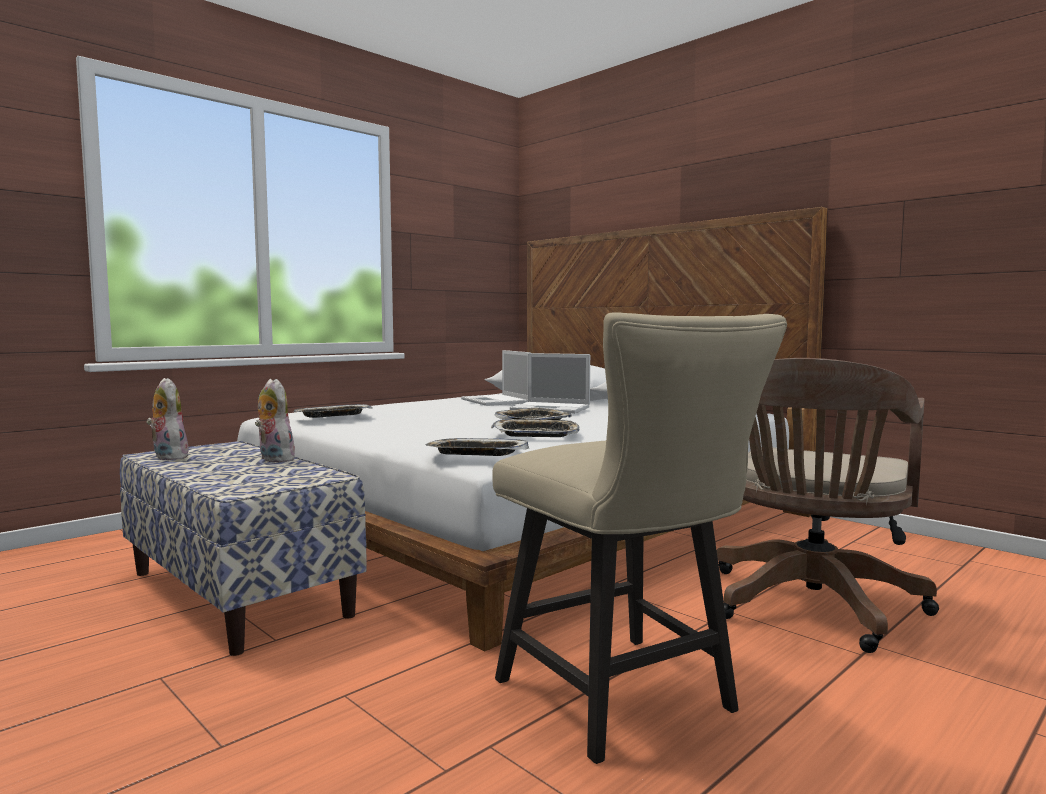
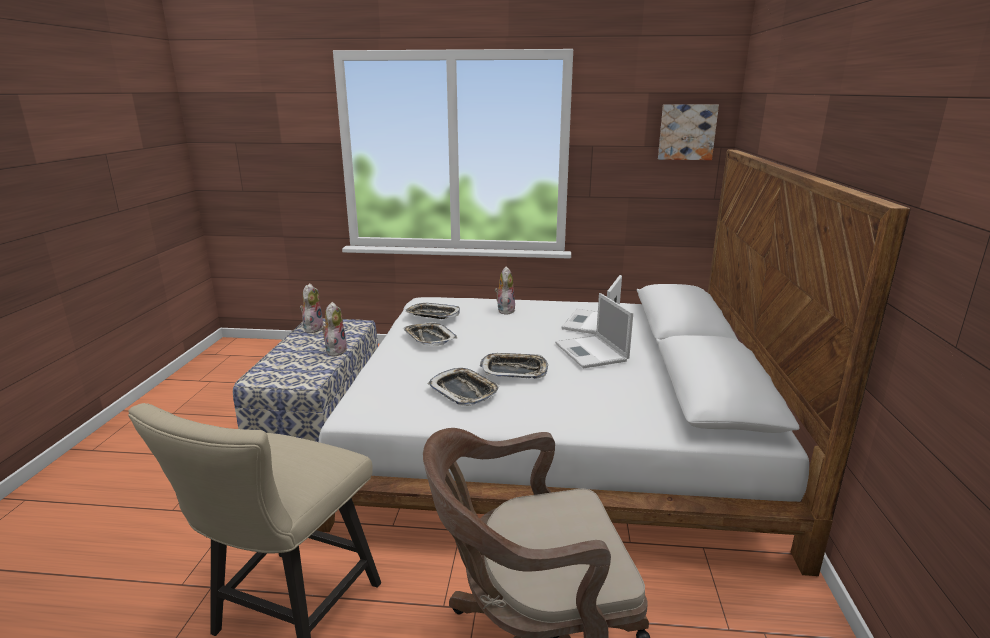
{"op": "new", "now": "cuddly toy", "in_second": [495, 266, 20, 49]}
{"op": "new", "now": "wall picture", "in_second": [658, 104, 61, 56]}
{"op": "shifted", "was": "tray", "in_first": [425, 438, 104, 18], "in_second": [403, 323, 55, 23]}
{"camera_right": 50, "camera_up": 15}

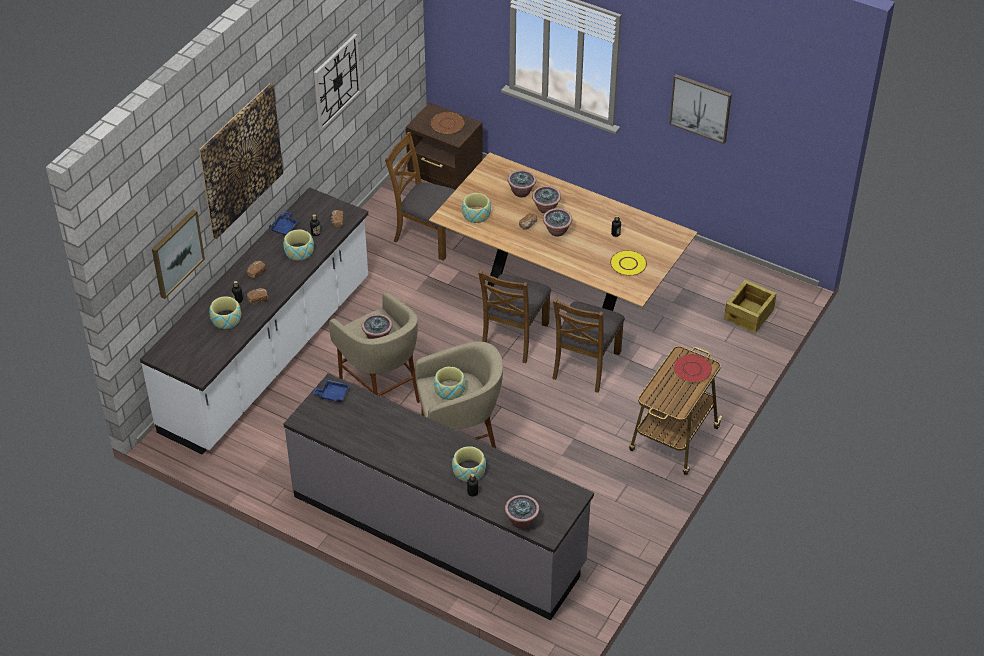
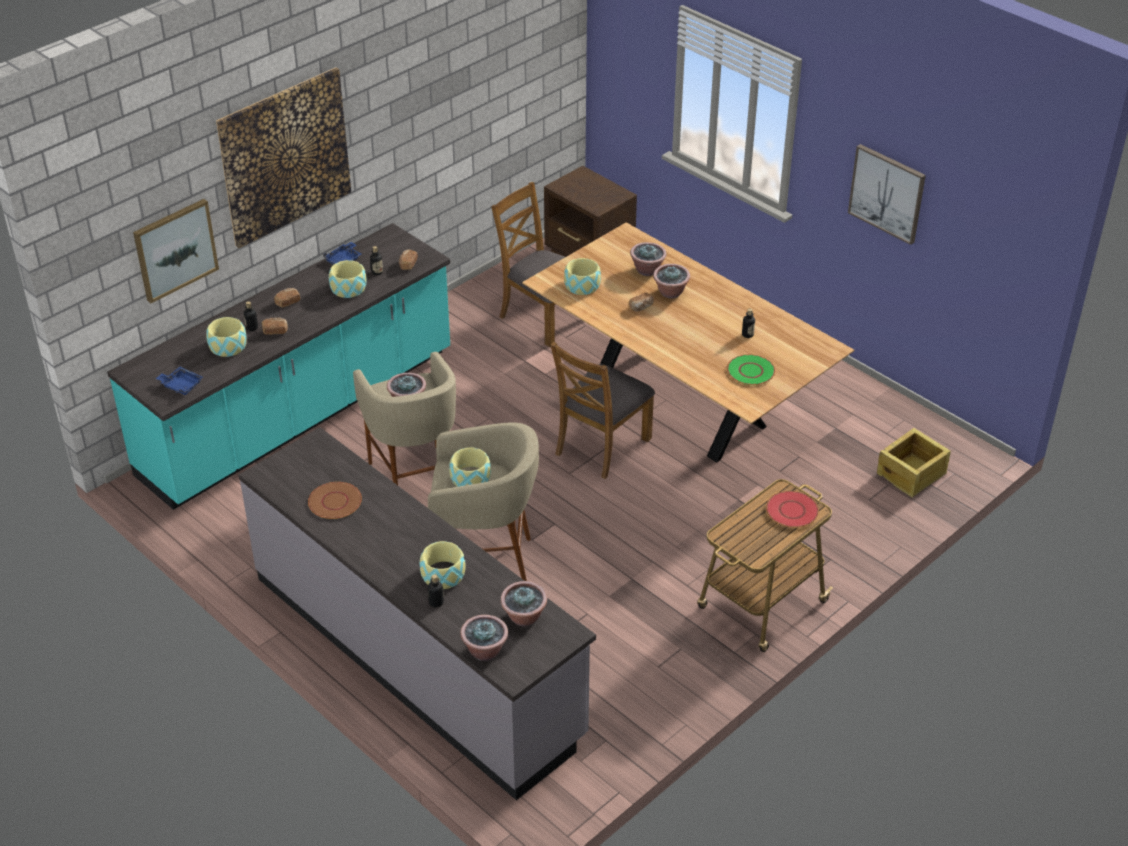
{"op": "gone", "was": "hanging clock", "in_first": [314, 34, 47, 97]}
{"op": "gone", "was": "plain chair in brown", "in_first": [552, 298, 73, 95]}
{"op": "shifted", "was": "tray in bluish", "in_first": [313, 379, 37, 24], "in_second": [156, 366, 47, 29]}
{"op": "shifted", "was": "dinner plate in brown", "in_first": [431, 112, 33, 22], "in_second": [308, 482, 54, 37]}
{"op": "shifted", "was": "potted plant", "in_first": [543, 208, 29, 29], "in_second": [501, 581, 46, 45]}
{"op": "repainted", "was": "kitchen base unit in white", "now": "kitchen base unit in turquoise", "in_first": [140, 187, 228, 268], "in_second": [107, 223, 343, 287]}
{"op": "repainted", "was": "dinner plate in yellow", "now": "dinner plate in green-coloured", "in_first": [610, 250, 37, 26], "in_second": [727, 354, 48, 31]}
{"camera_right": 15, "camera_up": -5}

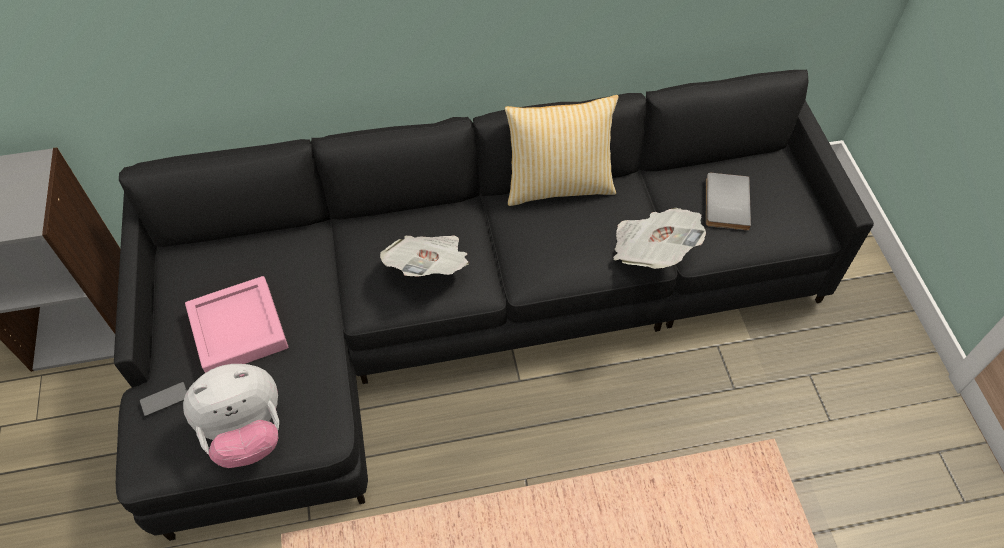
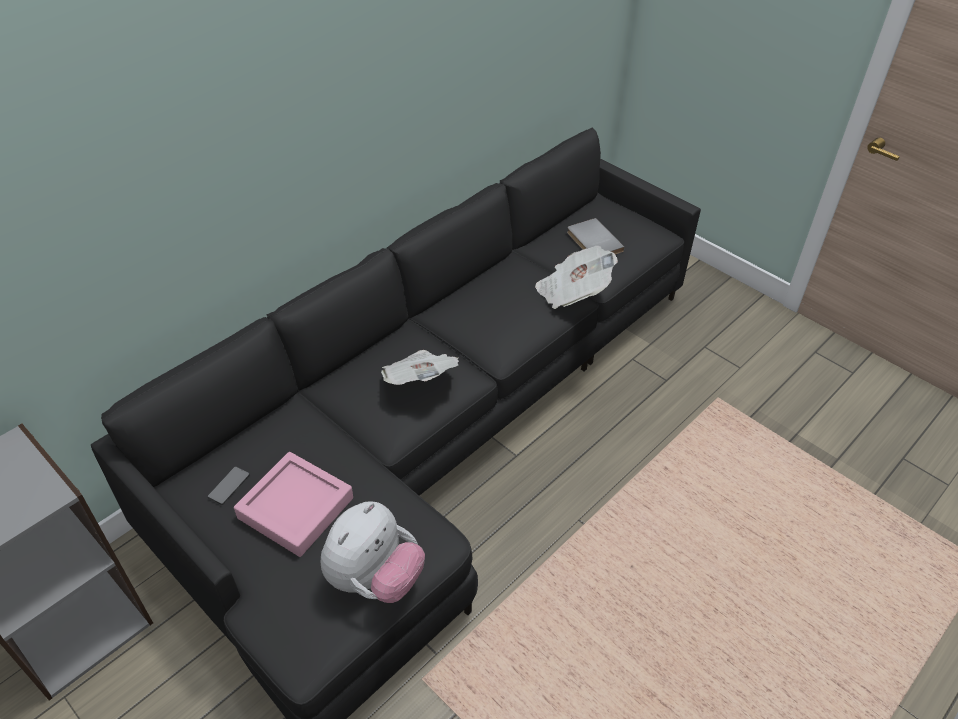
{"op": "gone", "was": "cushion", "in_first": [505, 95, 114, 111]}
{"op": "shifted", "was": "phone", "in_first": [139, 382, 48, 35], "in_second": [207, 466, 43, 39]}
{"camera_right": -35, "camera_up": -10}

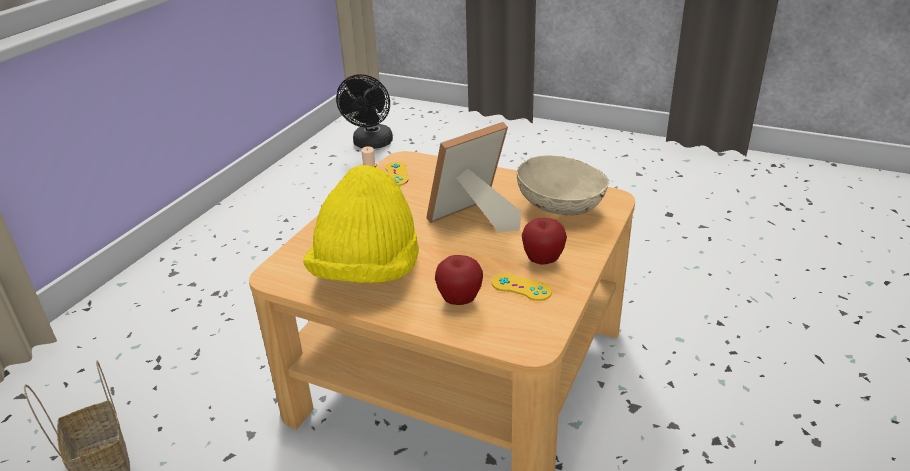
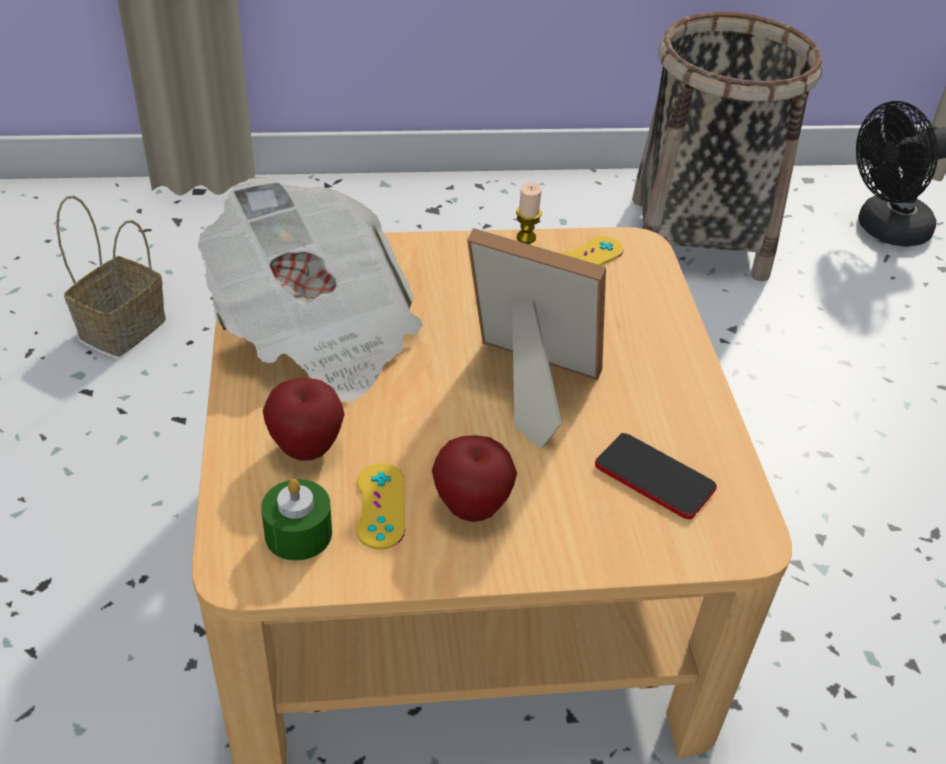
{"op": "new", "now": "wax light in green-coloured", "in_second": [261, 479, 71, 82]}
{"op": "new", "now": "household basket", "in_second": [632, 12, 190, 270]}
{"op": "swapped", "was": "wearable hat in yellow", "now": "newspaper", "in_first": [303, 165, 116, 118], "in_second": [198, 177, 225, 225]}
{"op": "swapped", "was": "deep dish in beige-coloured", "now": "phone", "in_first": [517, 155, 92, 60], "in_second": [595, 433, 122, 86]}
{"camera_right": 55, "camera_up": 10}

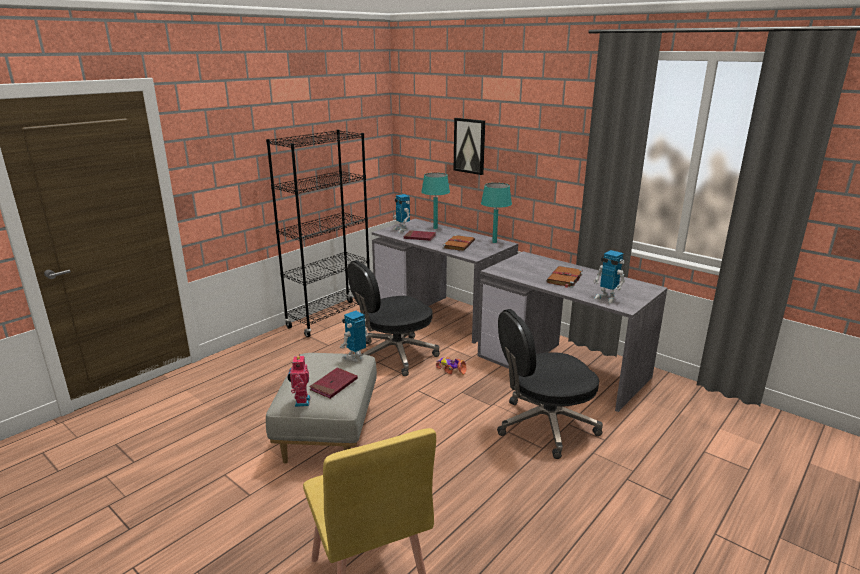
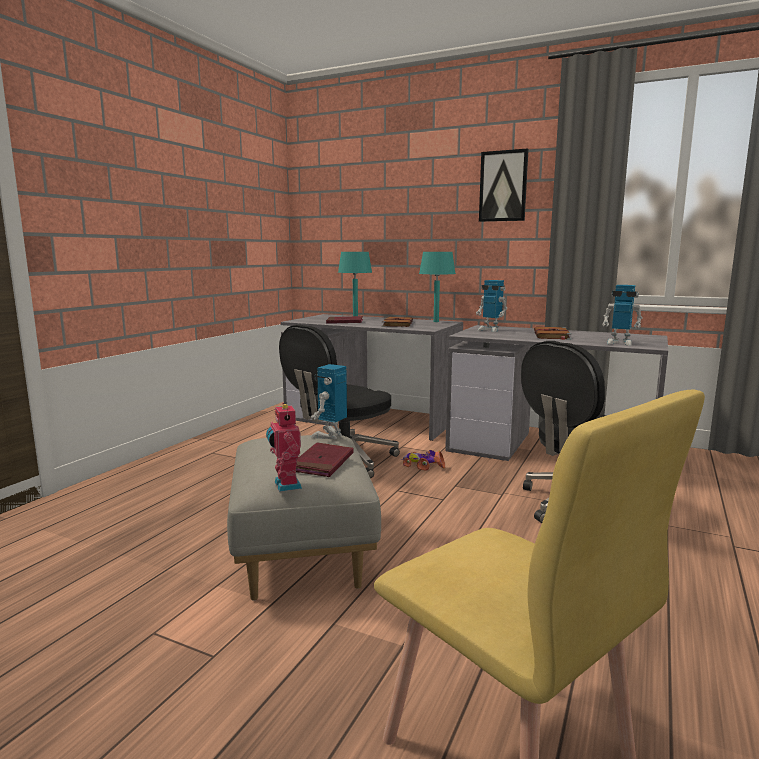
{"op": "gone", "was": "bookshelf in blackish", "in_first": [266, 130, 104, 207]}
{"op": "shifted", "was": "robot figure", "in_first": [392, 194, 18, 39], "in_second": [476, 280, 31, 52]}
{"op": "shifted", "was": "wall picture", "in_first": [454, 118, 31, 57], "in_second": [479, 148, 50, 74]}
{"camera_right": -15, "camera_up": -10}

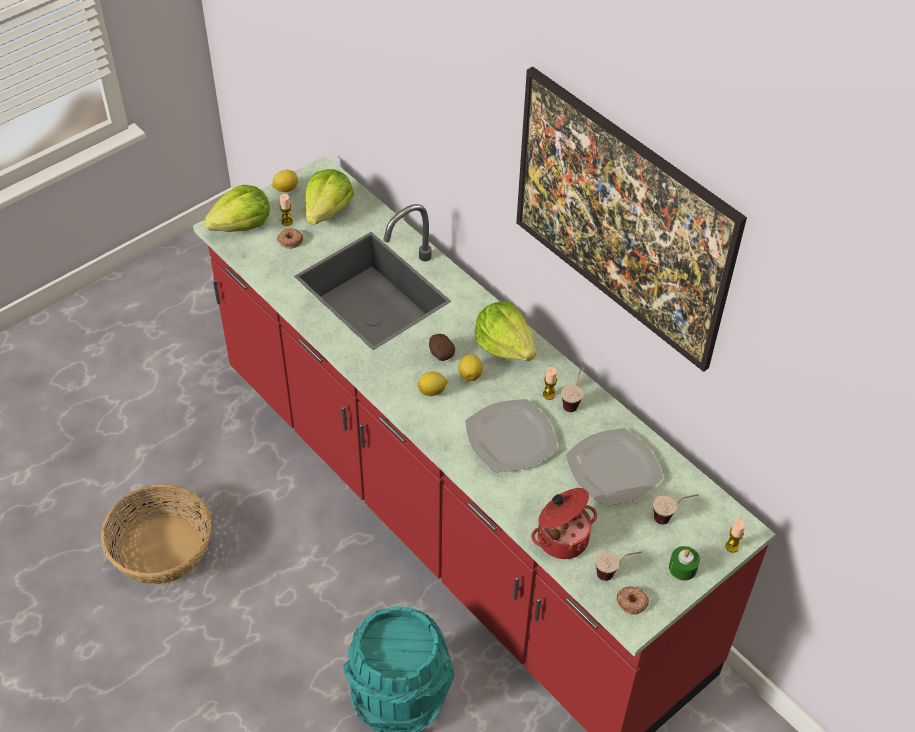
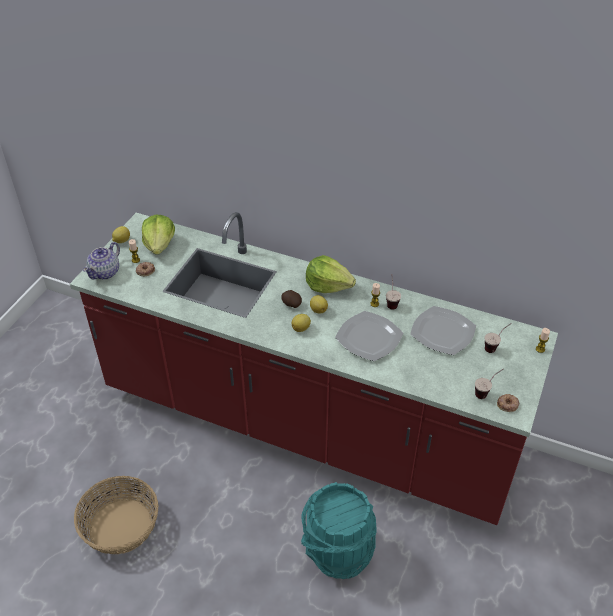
{"op": "gone", "was": "wall picture", "in_first": [516, 66, 231, 306]}
{"op": "gone", "was": "stockpot", "in_first": [531, 488, 66, 71]}
{"op": "gone", "was": "wax light in green-coloured", "in_first": [669, 546, 31, 34]}
{"op": "swapped", "was": "head of lettuce", "now": "tea pot", "in_first": [204, 185, 66, 47], "in_second": [83, 242, 37, 38]}
{"camera_right": -25, "camera_up": -5}

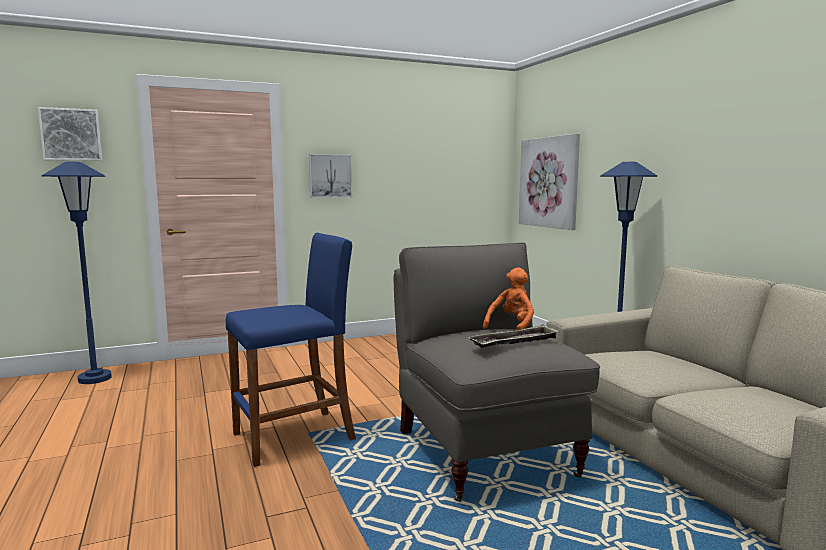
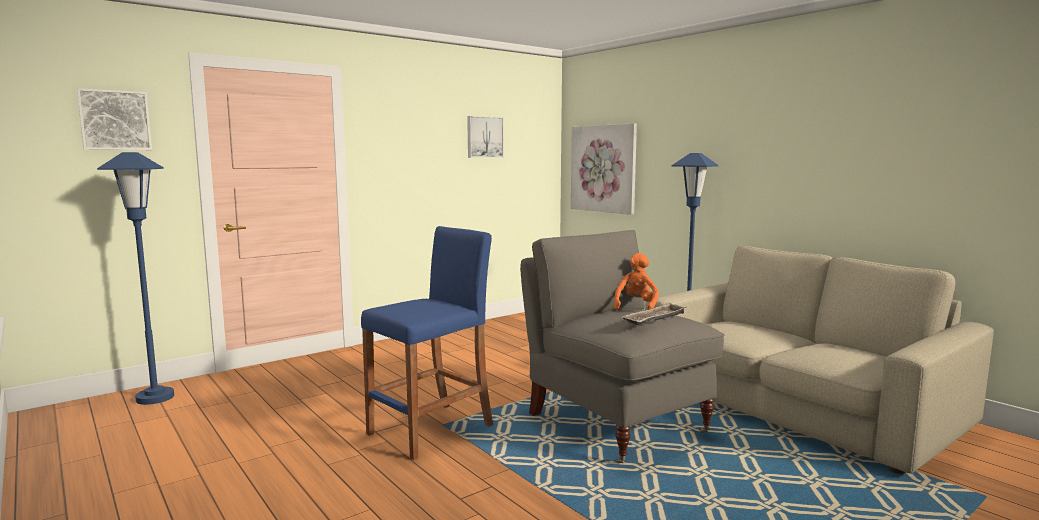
{"op": "shifted", "was": "wall picture", "in_first": [309, 154, 43, 44], "in_second": [467, 116, 37, 42]}
{"camera_right": -15, "camera_up": 0}

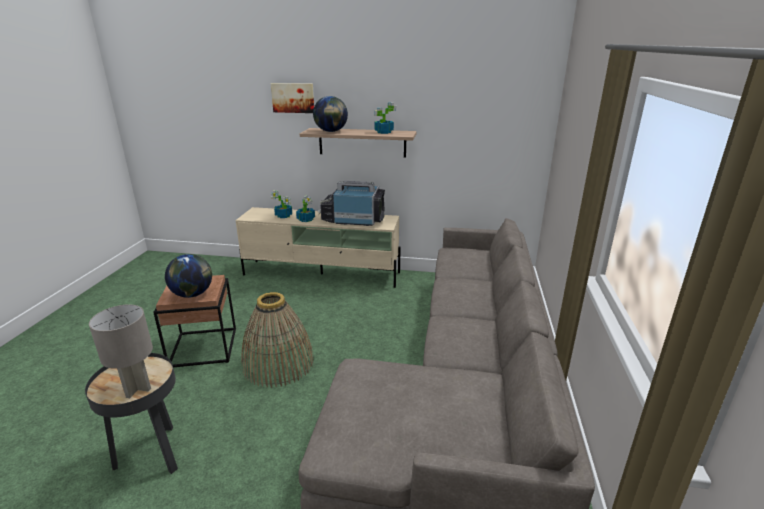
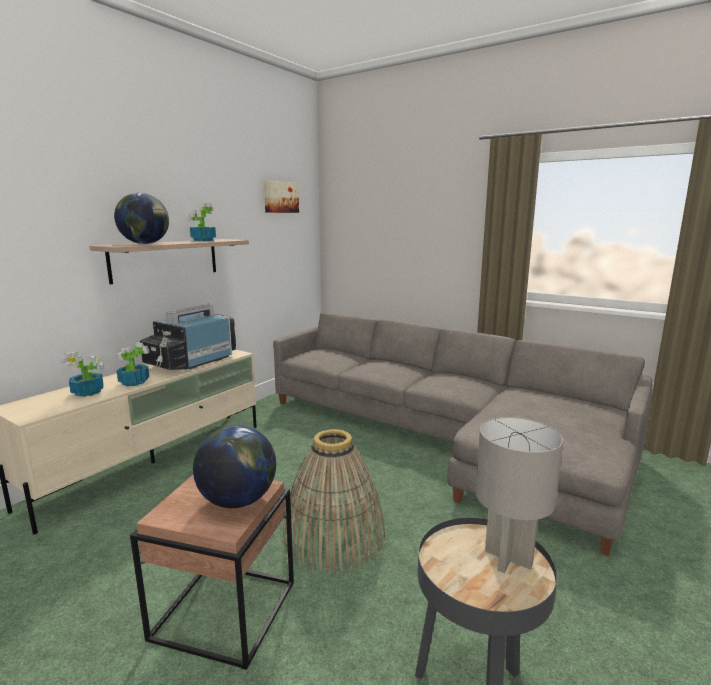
{"op": "shifted", "was": "wall picture", "in_first": [271, 83, 43, 30], "in_second": [264, 180, 35, 33]}
{"camera_right": -65, "camera_up": -10}

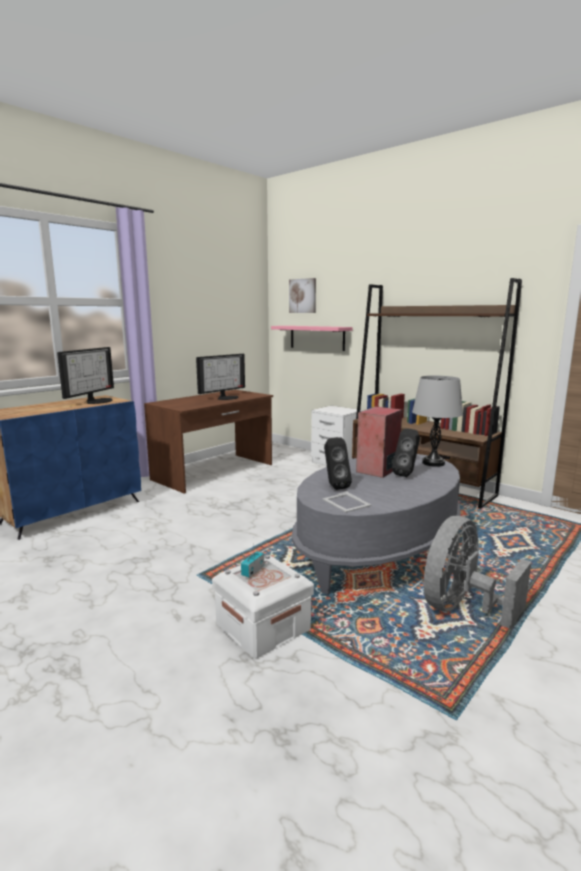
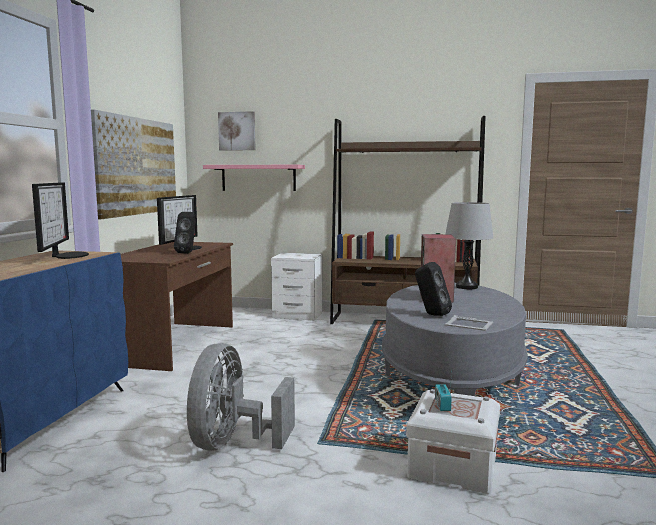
{"op": "new", "now": "wall picture", "in_second": [91, 110, 85, 109]}
{"op": "shifted", "was": "speaker in blackish", "in_first": [392, 428, 28, 49], "in_second": [174, 212, 22, 42]}
{"op": "shifted", "was": "cooling fan in grey", "in_first": [424, 516, 108, 113], "in_second": [187, 343, 108, 108]}
{"camera_right": -30, "camera_up": -5}

